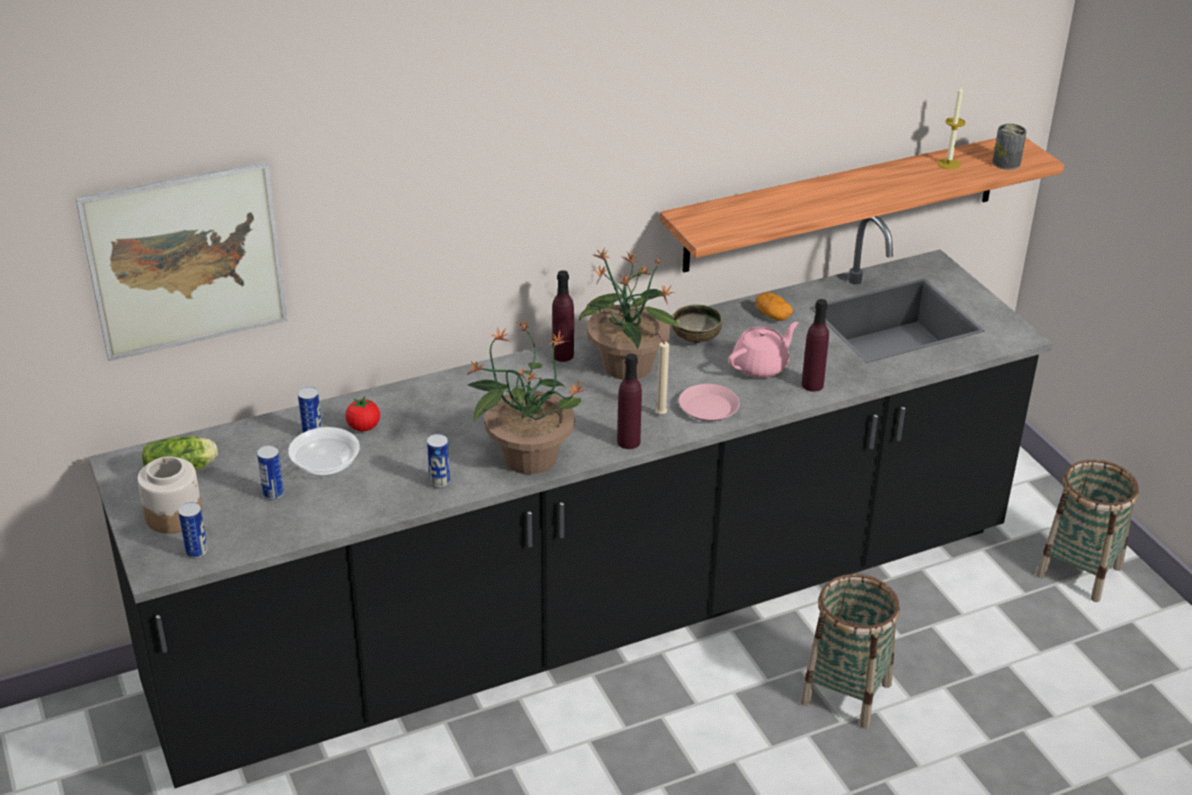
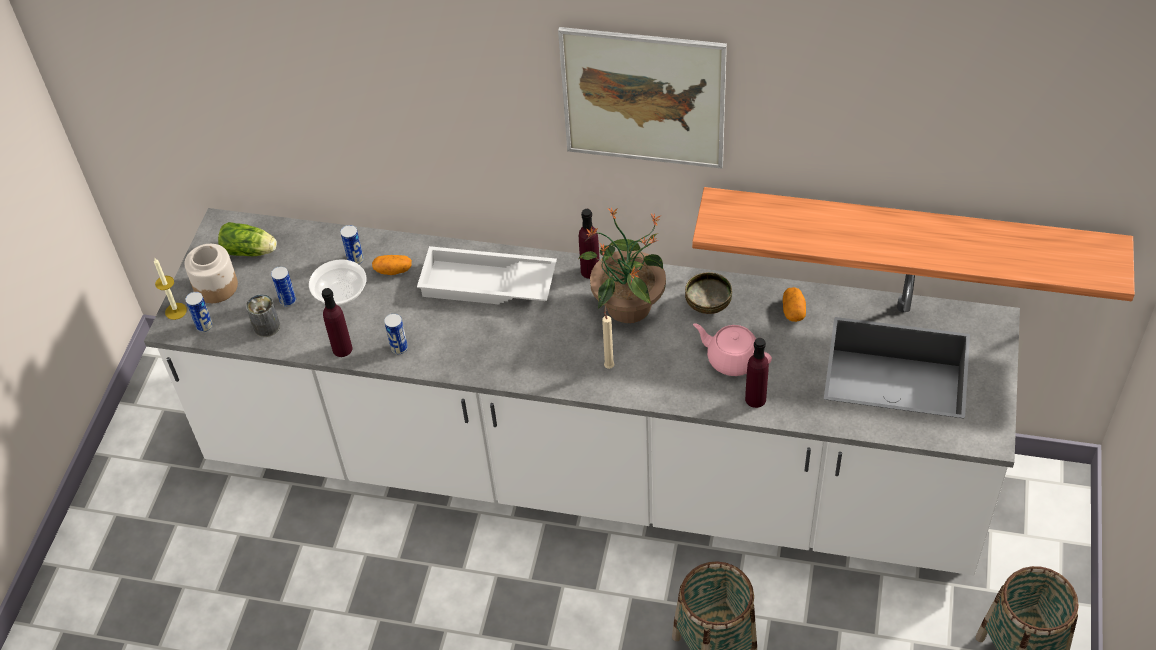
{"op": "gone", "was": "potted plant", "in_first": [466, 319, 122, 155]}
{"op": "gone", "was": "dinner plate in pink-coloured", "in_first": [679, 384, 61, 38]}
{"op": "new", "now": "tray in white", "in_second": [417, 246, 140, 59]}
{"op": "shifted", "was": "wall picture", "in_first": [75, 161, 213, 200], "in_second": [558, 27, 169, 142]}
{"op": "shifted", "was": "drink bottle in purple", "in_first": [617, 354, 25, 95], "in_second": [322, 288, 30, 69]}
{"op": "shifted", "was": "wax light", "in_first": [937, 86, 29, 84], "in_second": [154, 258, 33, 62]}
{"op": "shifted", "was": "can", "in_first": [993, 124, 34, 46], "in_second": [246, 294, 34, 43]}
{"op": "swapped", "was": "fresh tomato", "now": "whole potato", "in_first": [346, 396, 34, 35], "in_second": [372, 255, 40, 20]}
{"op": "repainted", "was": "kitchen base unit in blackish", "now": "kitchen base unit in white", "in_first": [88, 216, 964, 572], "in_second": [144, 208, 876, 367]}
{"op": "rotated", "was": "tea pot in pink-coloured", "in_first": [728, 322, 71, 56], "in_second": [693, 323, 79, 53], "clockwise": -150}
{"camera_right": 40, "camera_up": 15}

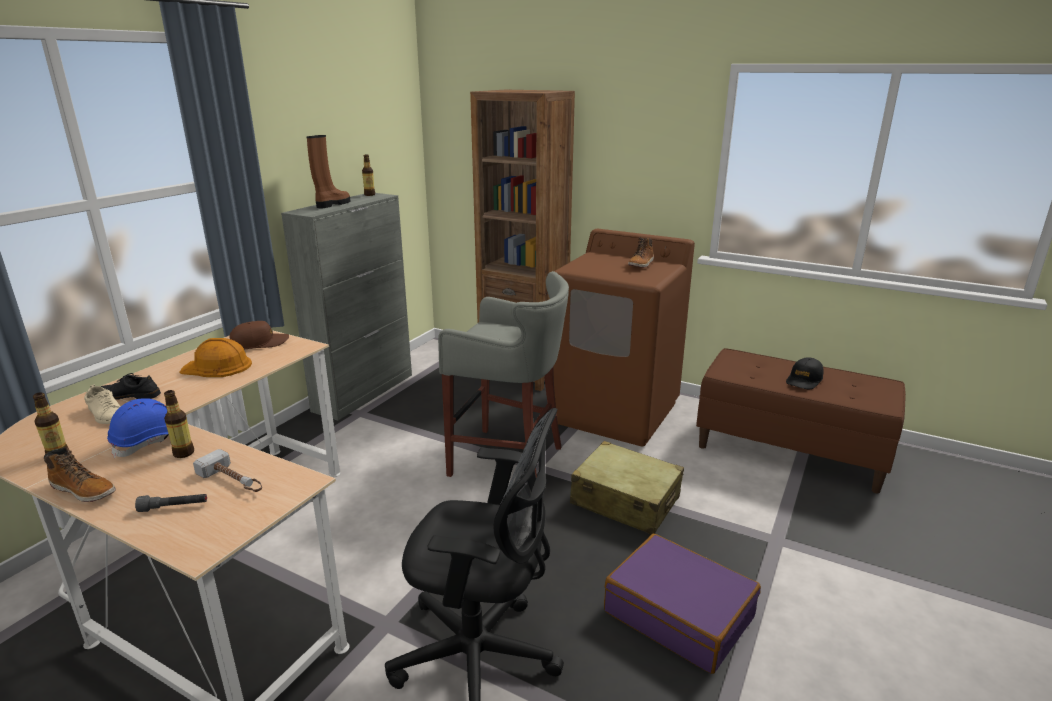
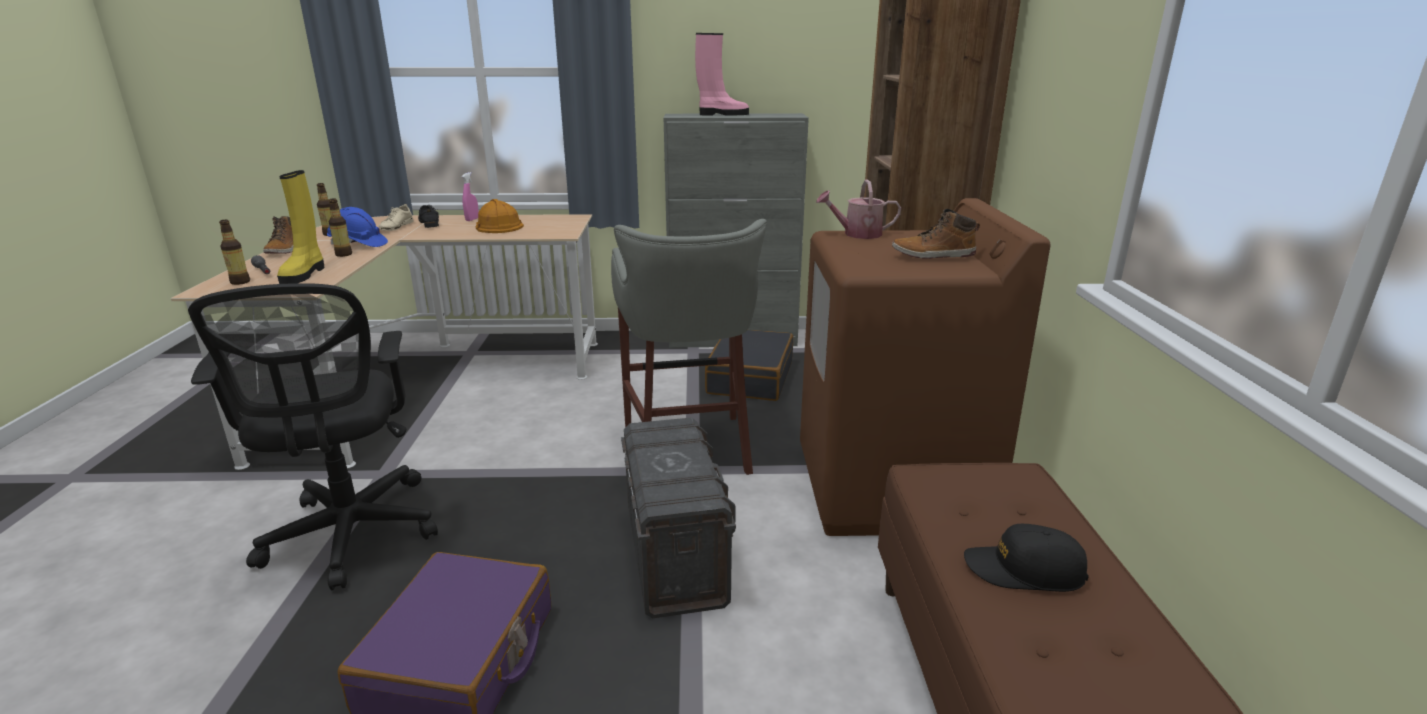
{"op": "gone", "was": "peaked cap in brown", "in_first": [229, 321, 60, 28]}
{"op": "new", "now": "hand sprayer in pink-coloured", "in_second": [462, 172, 17, 49]}
{"op": "new", "now": "travel case in blackish", "in_second": [705, 330, 88, 71]}
{"op": "new", "now": "watering can", "in_second": [816, 180, 85, 59]}
{"op": "shifted", "was": "drink bottle", "in_first": [362, 154, 13, 42], "in_second": [219, 220, 31, 65]}
{"op": "swapped", "was": "tool hammer", "now": "high-top boot in yellow", "in_first": [193, 449, 69, 43], "in_second": [277, 170, 47, 114]}
{"op": "swapped", "was": "travel case in beige-coloured", "now": "storage bin in grey", "in_first": [570, 441, 114, 93], "in_second": [621, 418, 115, 200]}
{"op": "repainted", "was": "high-top boot in brown", "now": "high-top boot in pink-coloured", "in_first": [306, 135, 44, 73], "in_second": [695, 33, 54, 82]}
{"camera_right": 60, "camera_up": 0}

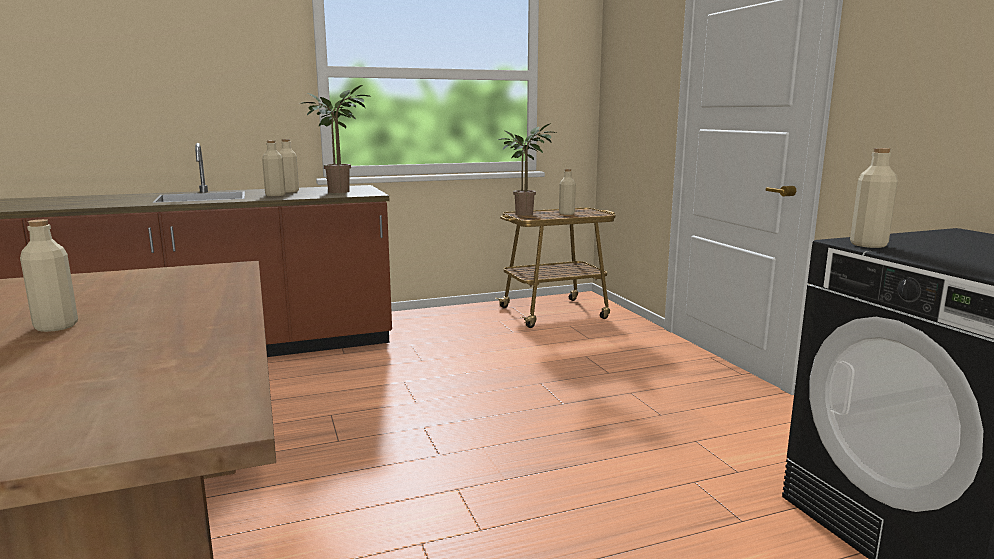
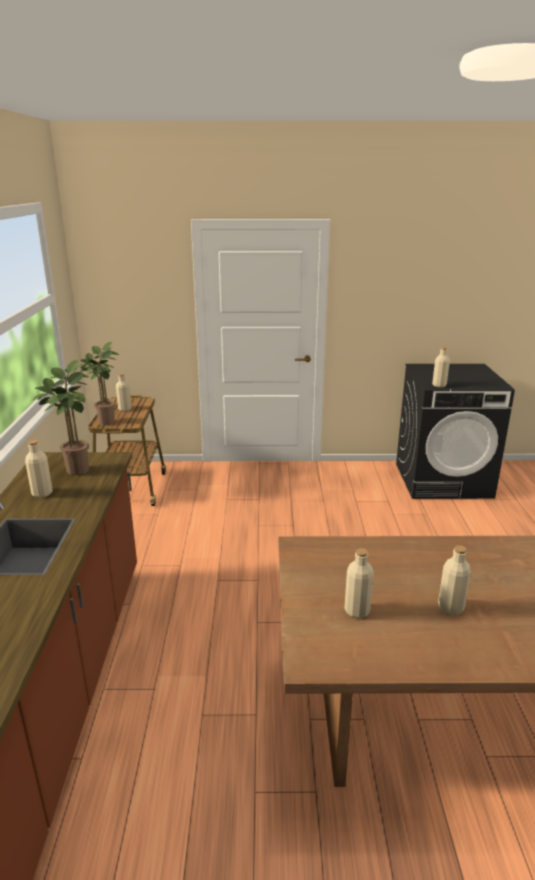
{"op": "shifted", "was": "drink bottle in beige-coloured", "in_first": [262, 140, 23, 56], "in_second": [344, 548, 30, 70]}
{"camera_right": -70, "camera_up": 10}

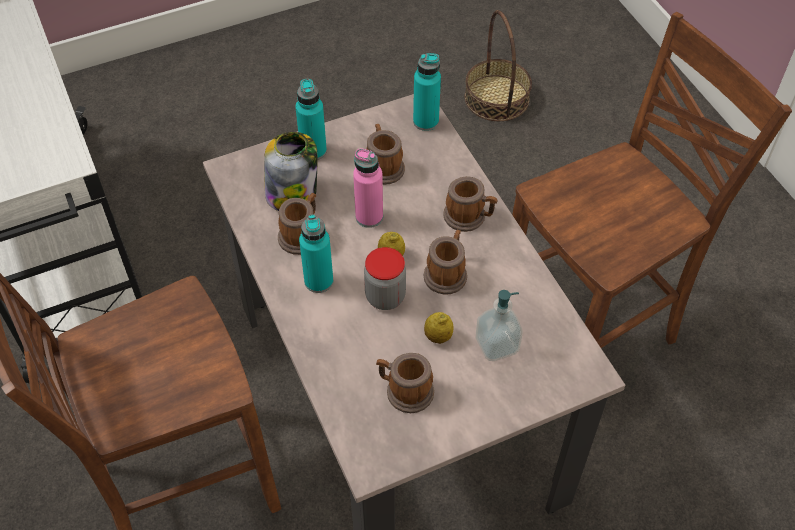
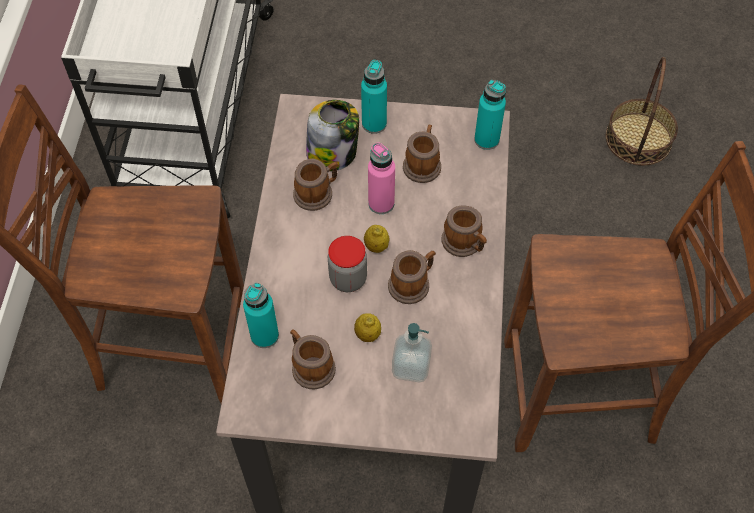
{"op": "shifted", "was": "drink bottle in turquoise", "in_first": [299, 215, 34, 78], "in_second": [243, 283, 36, 65]}
{"camera_right": 30, "camera_up": 5}

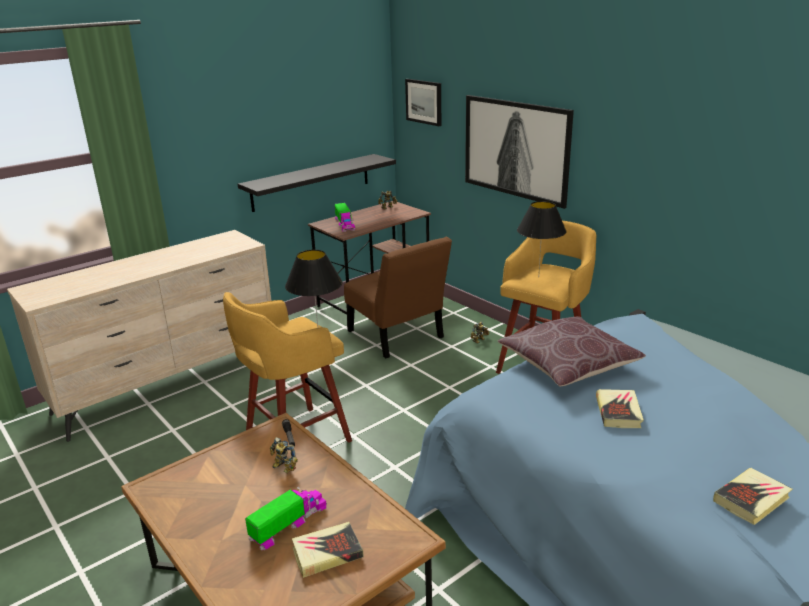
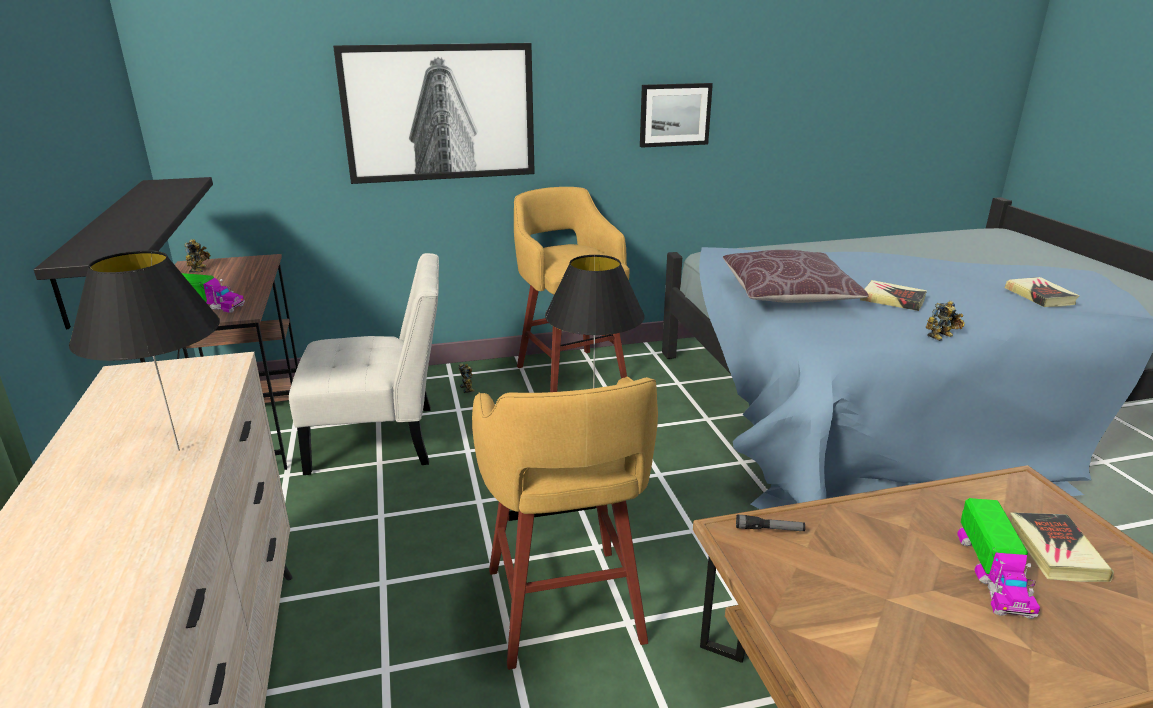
{"op": "shifted", "was": "robot figure", "in_first": [270, 437, 28, 36], "in_second": [926, 301, 39, 40]}
{"op": "shifted", "was": "wall picture", "in_first": [405, 79, 36, 47], "in_second": [640, 83, 73, 65]}
{"op": "shifted", "was": "lamp for a table in blackish", "in_first": [517, 201, 49, 71], "in_second": [69, 250, 151, 201]}
{"op": "repainted", "was": "plain chair in brown", "now": "plain chair in white", "in_first": [344, 237, 108, 121], "in_second": [289, 253, 150, 222]}
{"op": "rotated", "was": "model truck", "in_first": [245, 487, 82, 63], "in_second": [957, 498, 83, 121], "clockwise": -150}
{"camera_right": -65, "camera_up": 0}

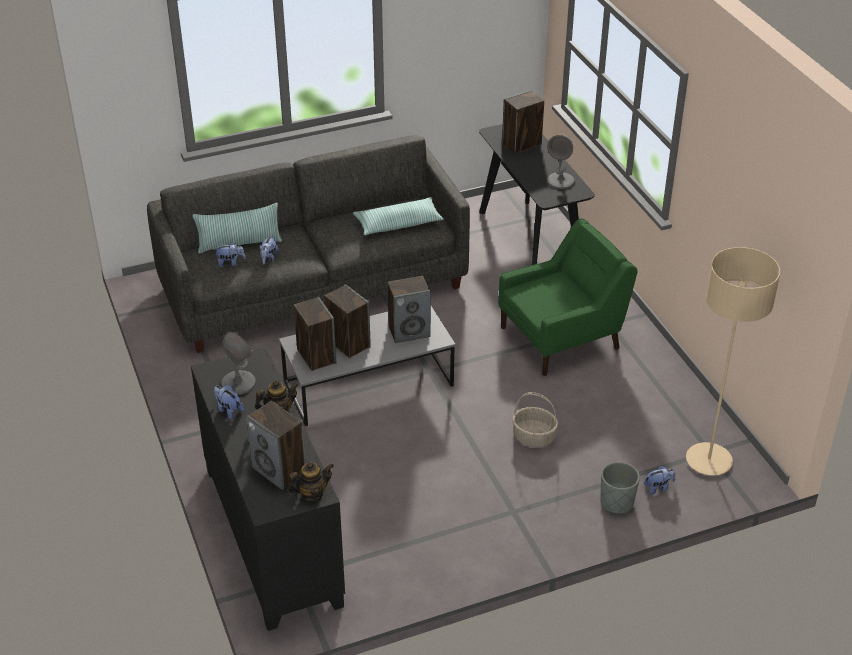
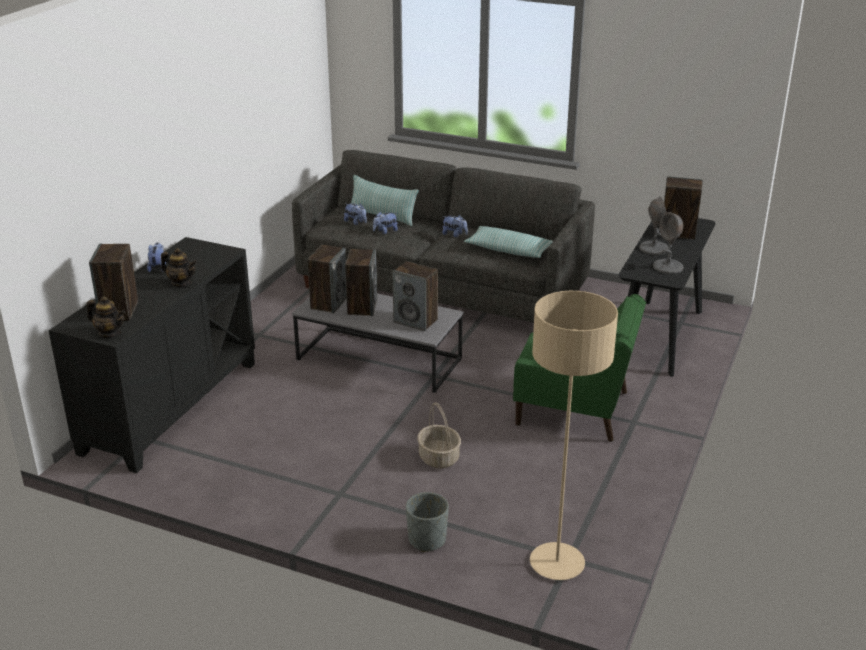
{"op": "shifted", "was": "lamp for a table in grey", "in_first": [221, 332, 35, 63], "in_second": [639, 197, 29, 58]}
{"op": "shifted", "was": "cuddly toy", "in_first": [644, 466, 31, 29], "in_second": [442, 215, 26, 22]}
{"camera_right": 45, "camera_up": -10}

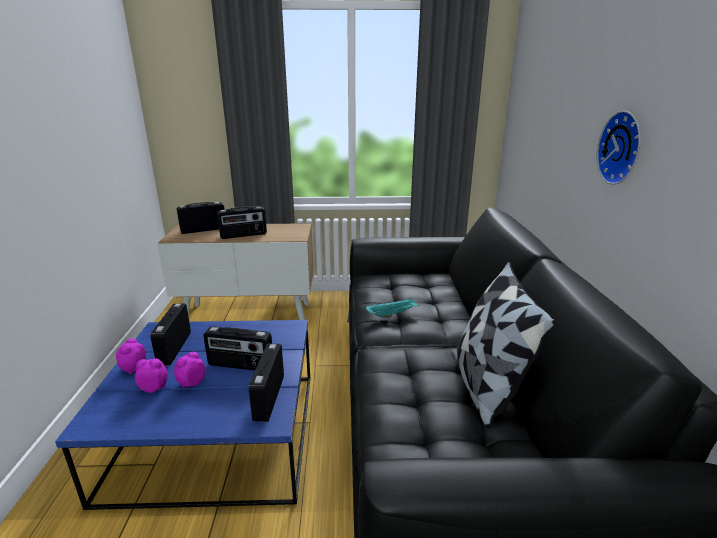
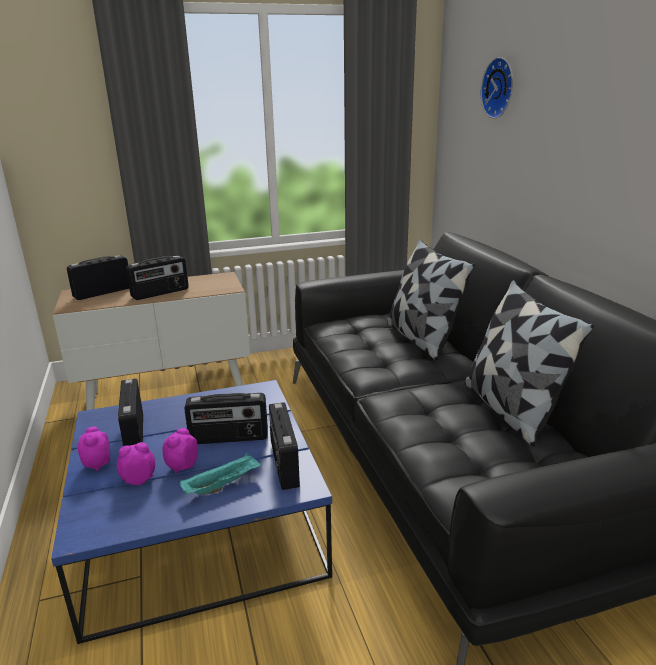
{"op": "new", "now": "cushion", "in_second": [387, 239, 88, 121]}
{"op": "shifted", "was": "tray in turquoise", "in_first": [366, 297, 54, 20], "in_second": [180, 453, 82, 42]}
{"op": "shifted", "was": "hanging clock", "in_first": [596, 111, 45, 74], "in_second": [481, 57, 32, 62]}
{"camera_right": -15, "camera_up": 0}

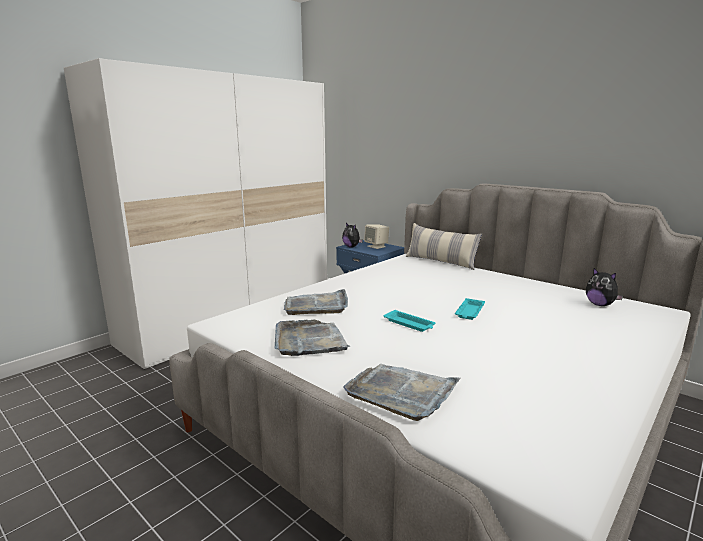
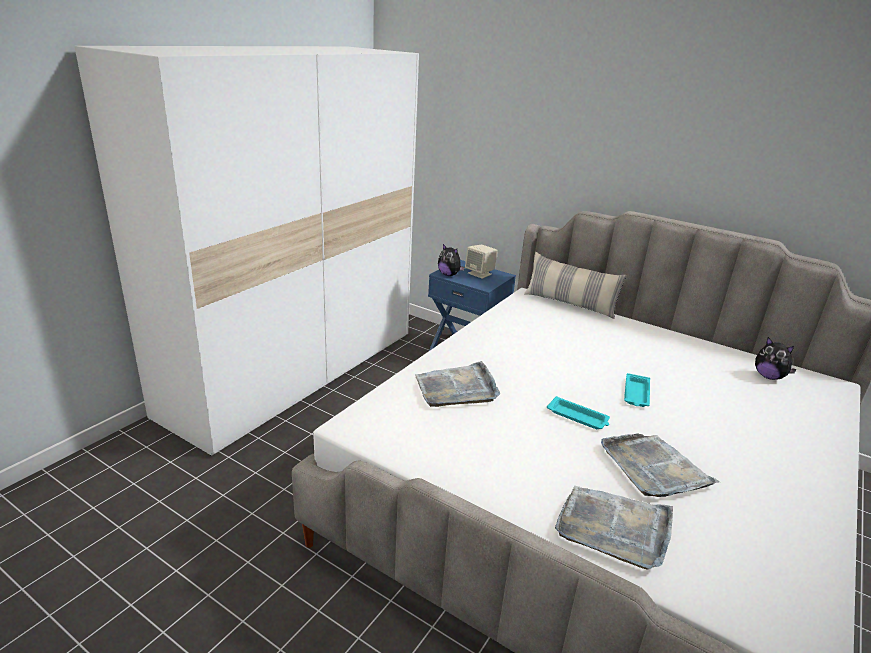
{"op": "shifted", "was": "tray in grey", "in_first": [275, 320, 75, 36], "in_second": [601, 434, 119, 63]}
{"camera_right": -10, "camera_up": 10}

